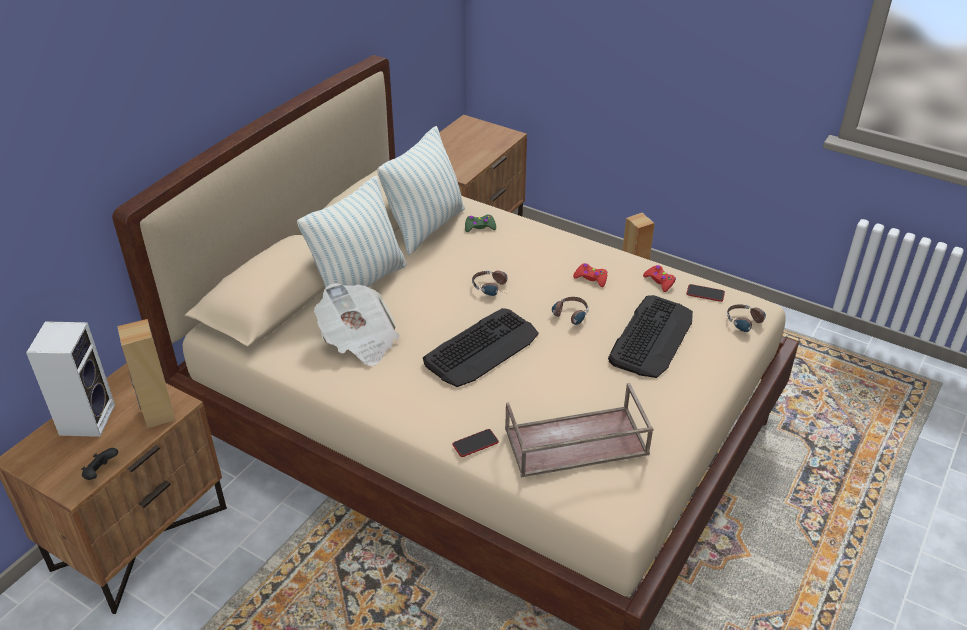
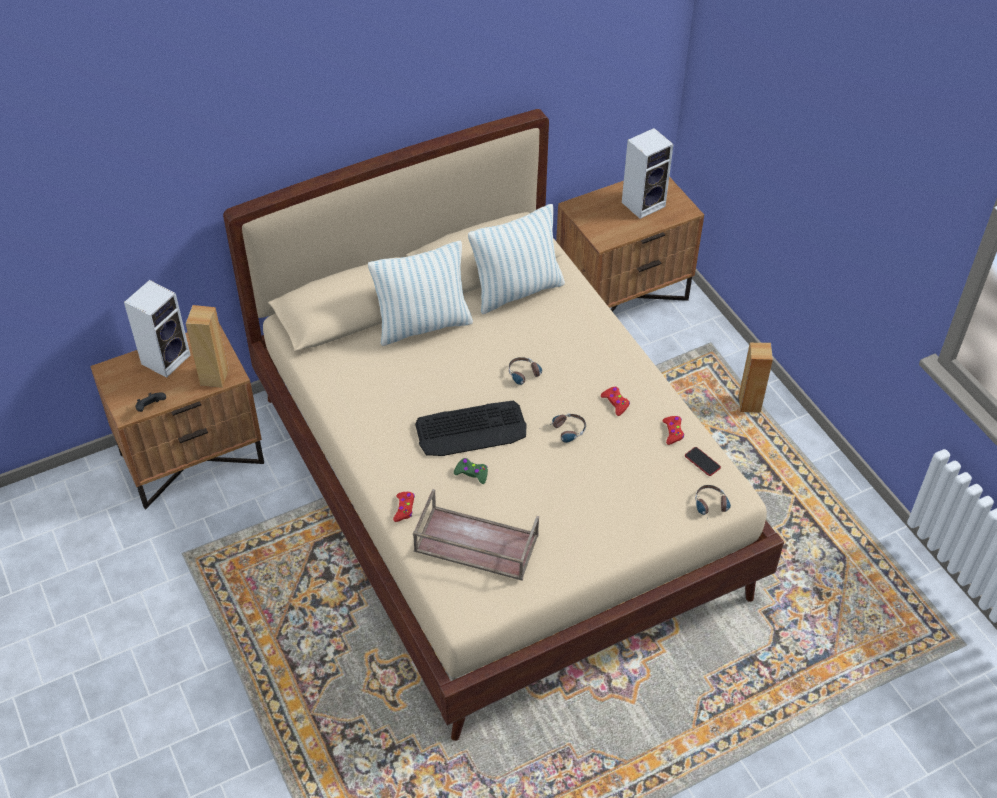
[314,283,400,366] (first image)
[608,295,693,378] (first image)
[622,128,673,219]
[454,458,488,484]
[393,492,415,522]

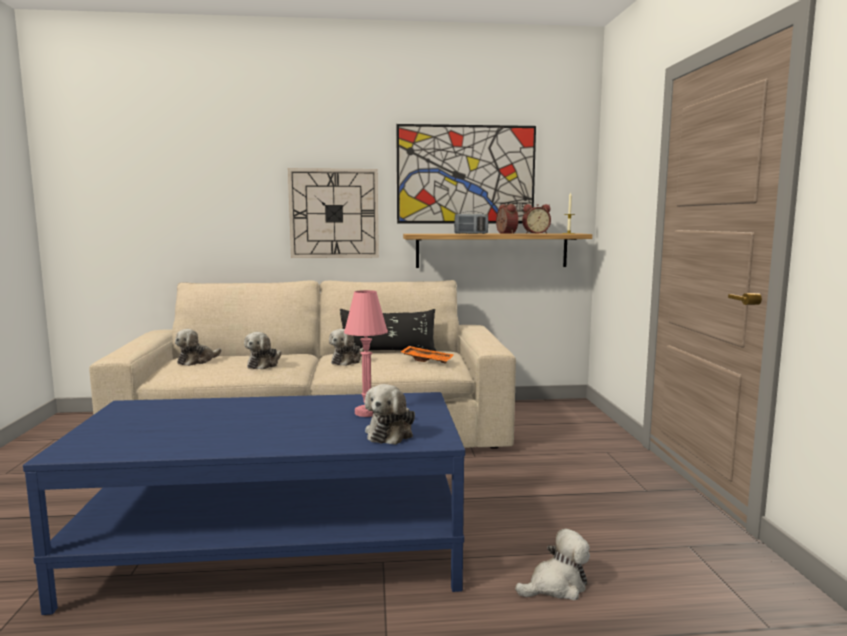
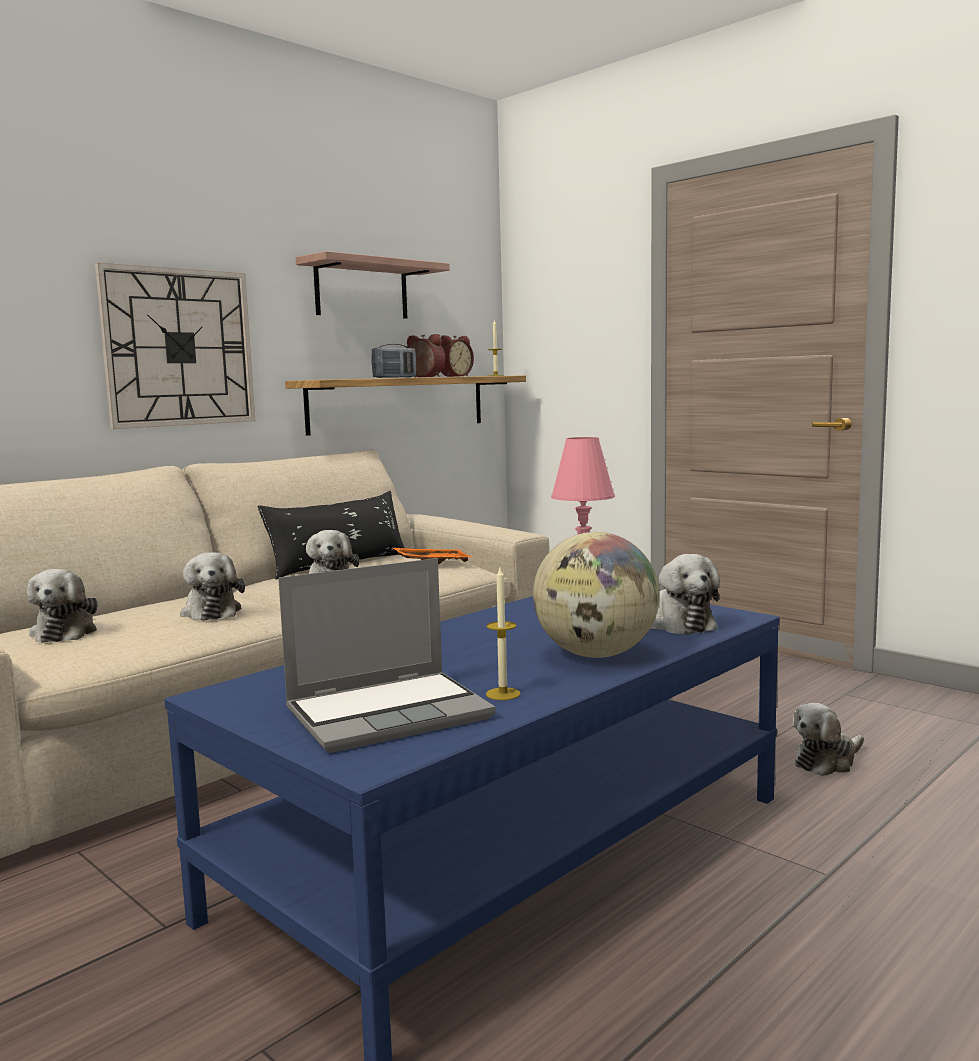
[278,558,495,753]
[486,568,520,700]
[533,532,660,658]
[296,251,450,319]
[792,703,864,776]

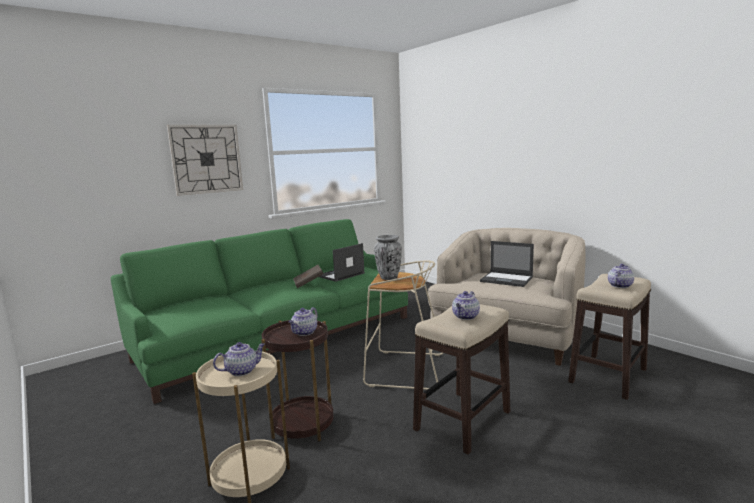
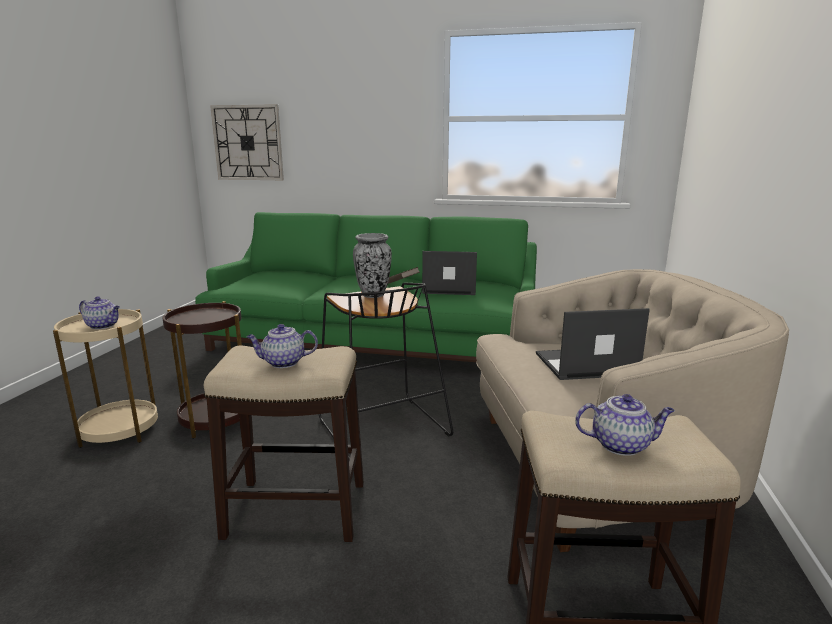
[288,307,318,336] (first image)
[210,104,284,180]
[319,282,453,460]
[536,308,650,380]

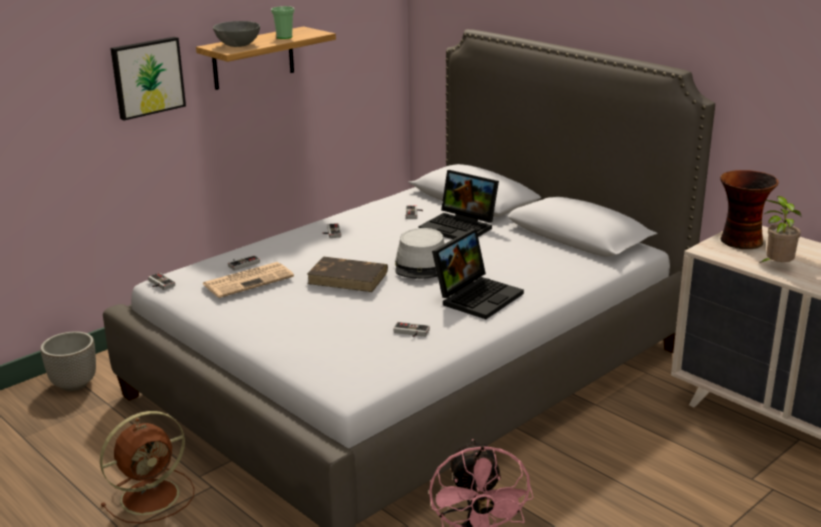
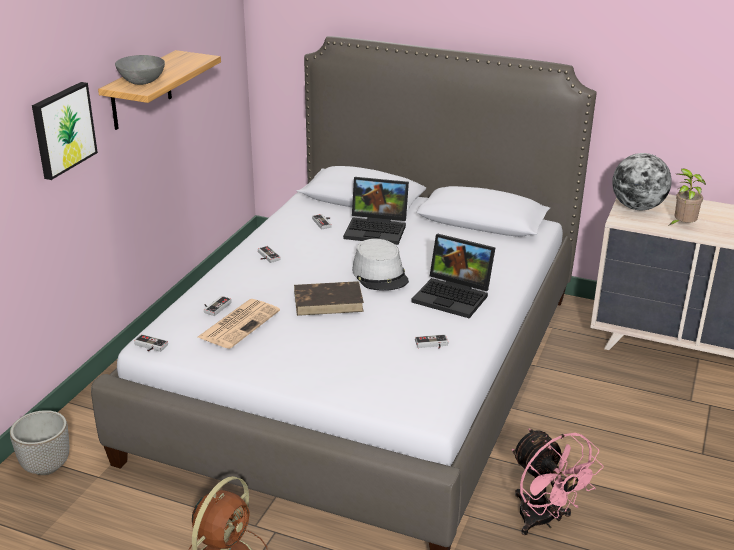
[271,6,295,39] (first image)
[612,153,672,210]
[411,234,496,318]

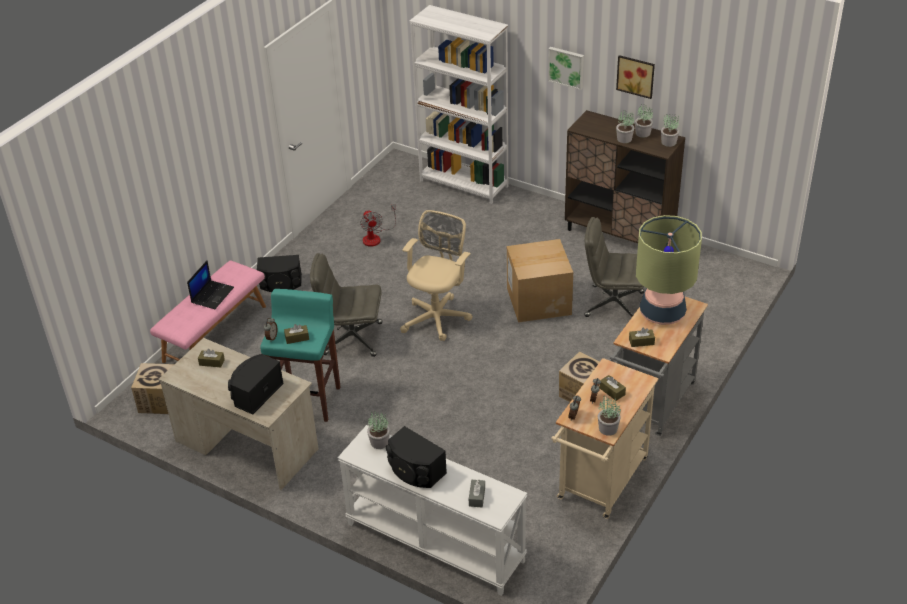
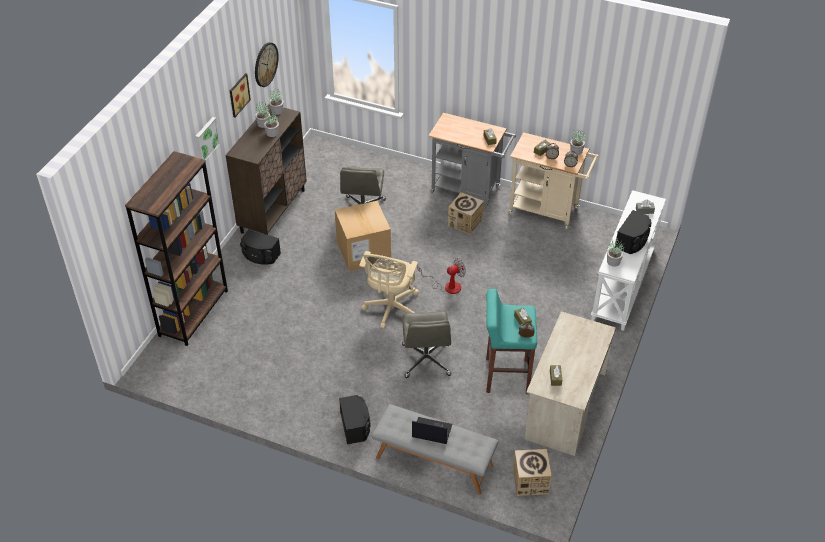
[636,215,702,325] (first image)
[255,42,279,87]
[240,229,281,265]
[418,258,466,294]
[372,404,498,495]
[125,151,228,346]
[359,251,419,329]

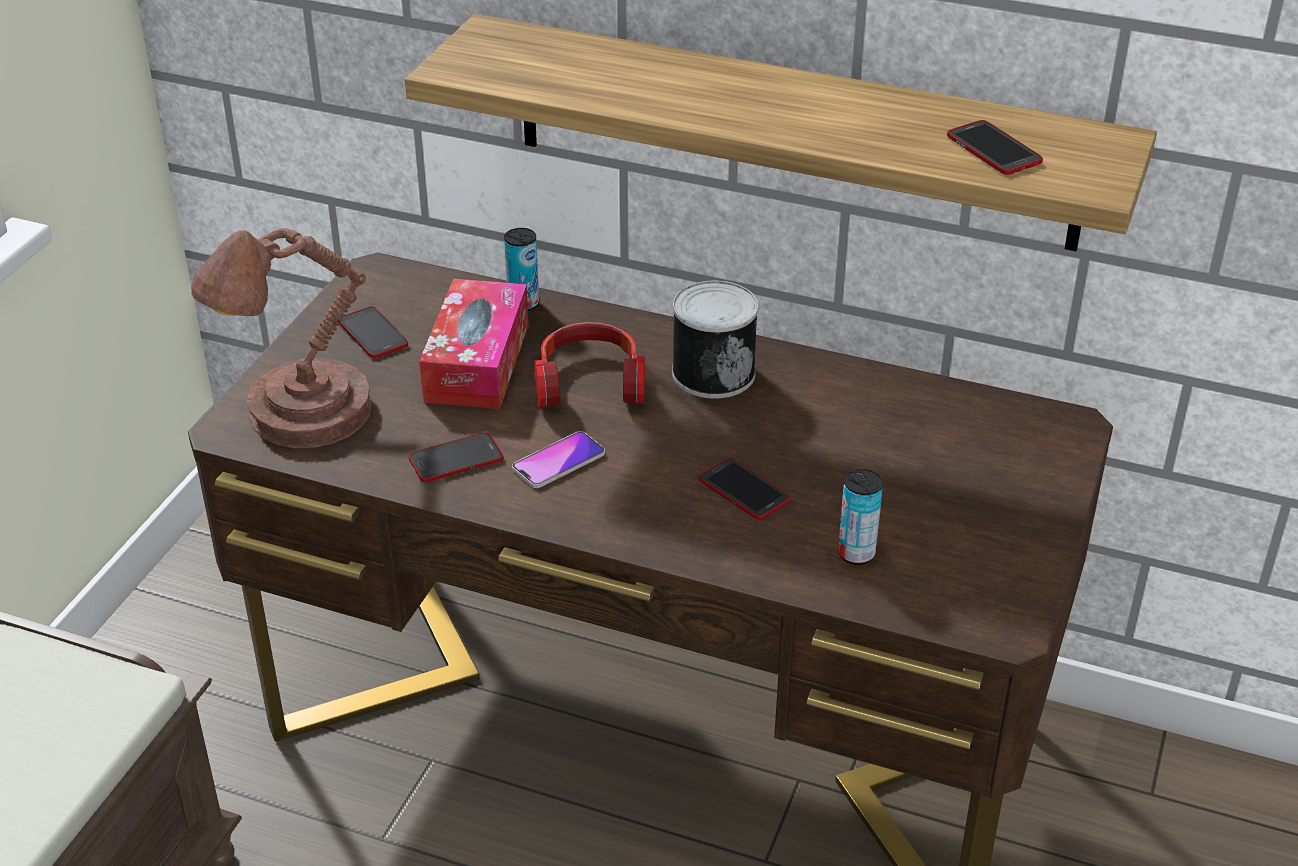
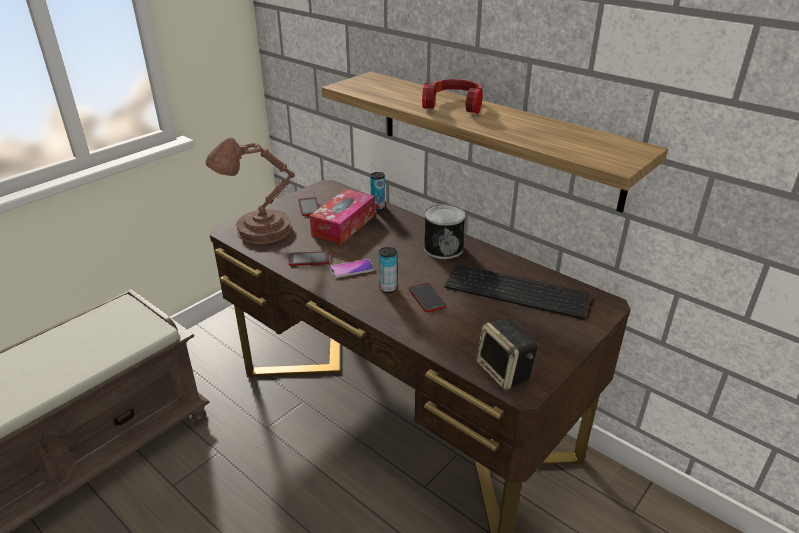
[947,120,1043,175] (first image)
[444,264,590,319]
[476,318,538,390]
[422,79,483,114]
[379,247,397,293]

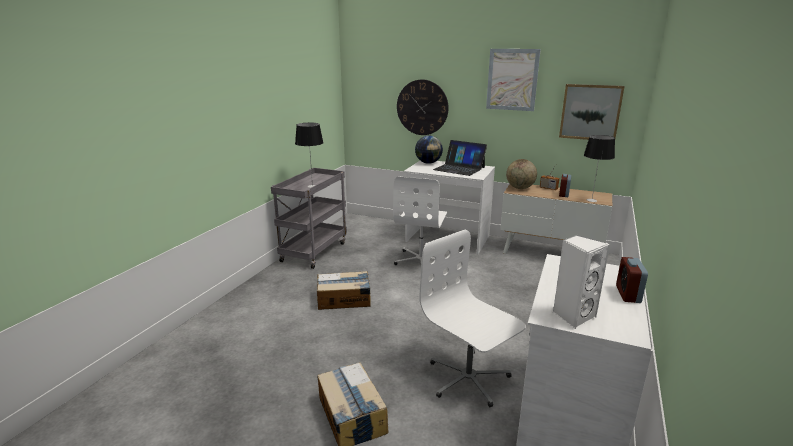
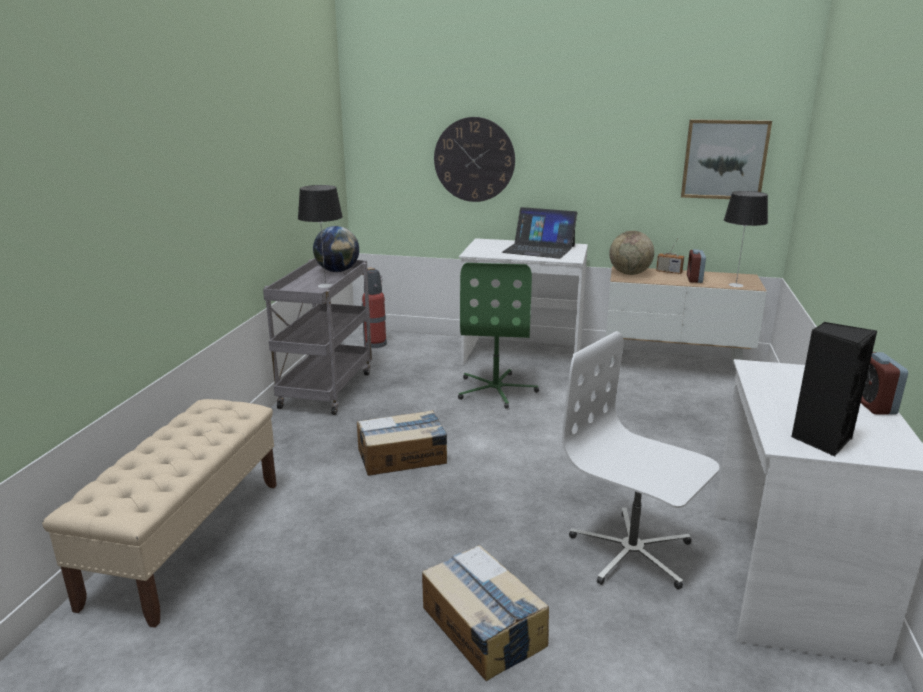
[486,49,541,111] (first image)
[42,399,277,628]
[362,268,387,348]
[313,226,359,272]
[458,263,539,409]
[791,322,877,456]

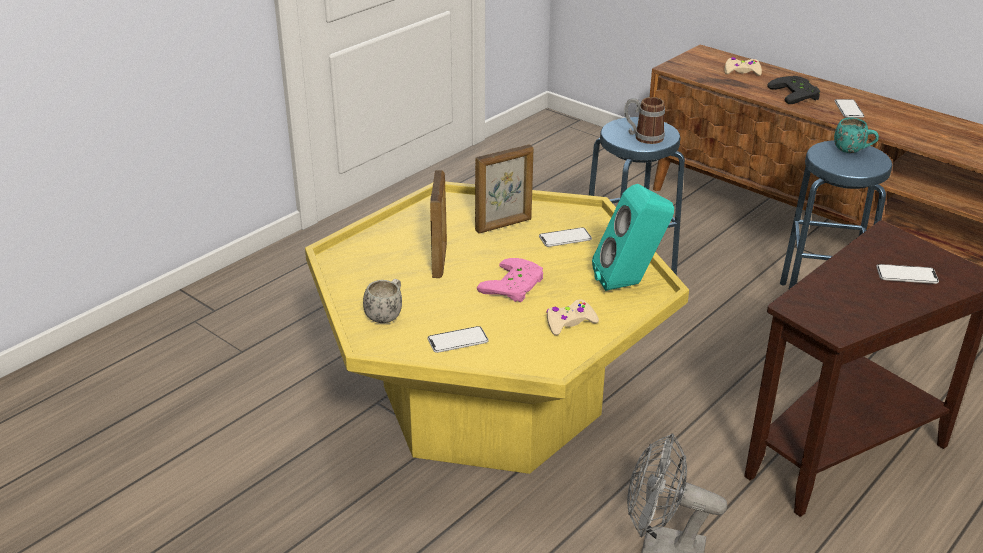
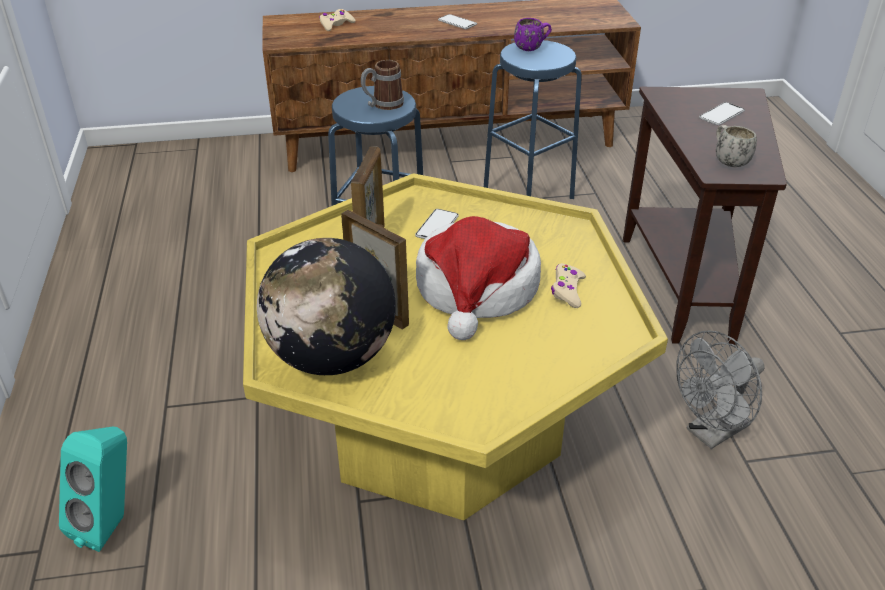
[427,326,489,353] (first image)
[767,76,820,104] (first image)
[257,238,396,375]
[716,125,757,167]
[59,427,127,552]
[416,216,541,340]
[514,18,552,51]

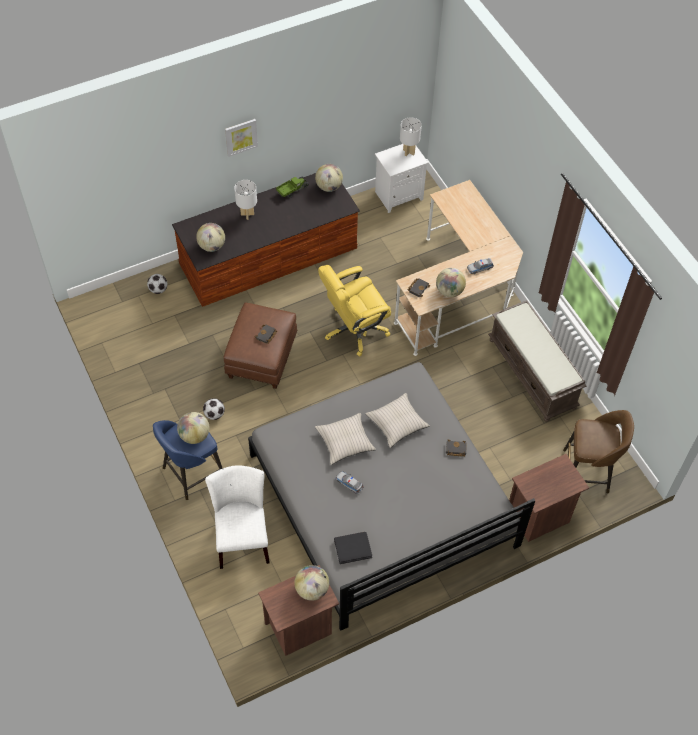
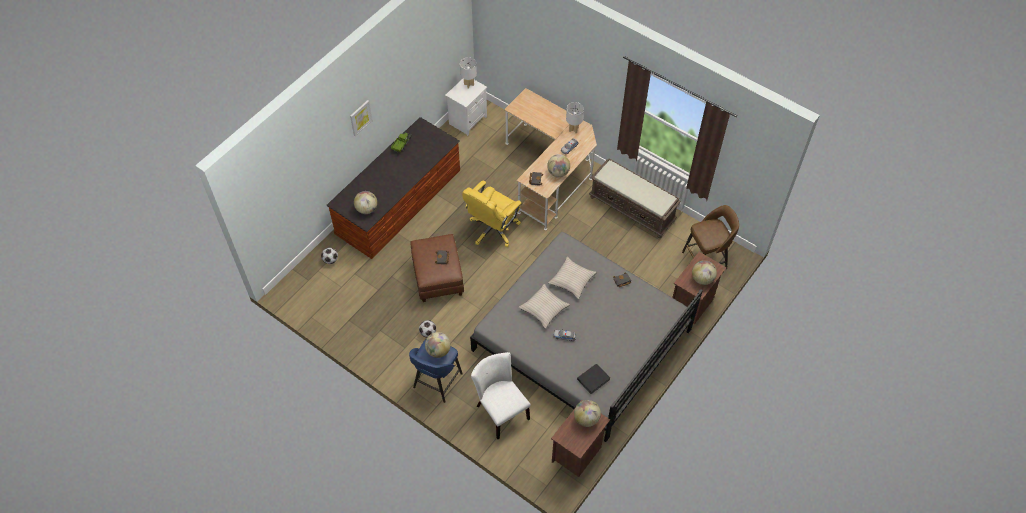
[566,102,584,133]
[692,260,717,285]

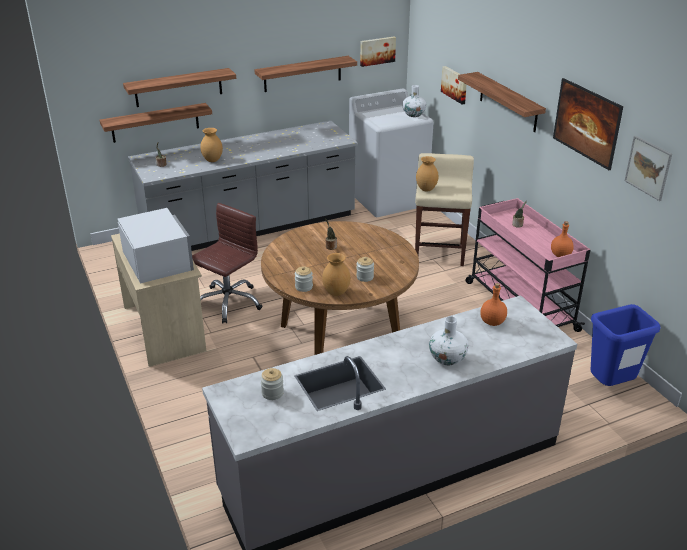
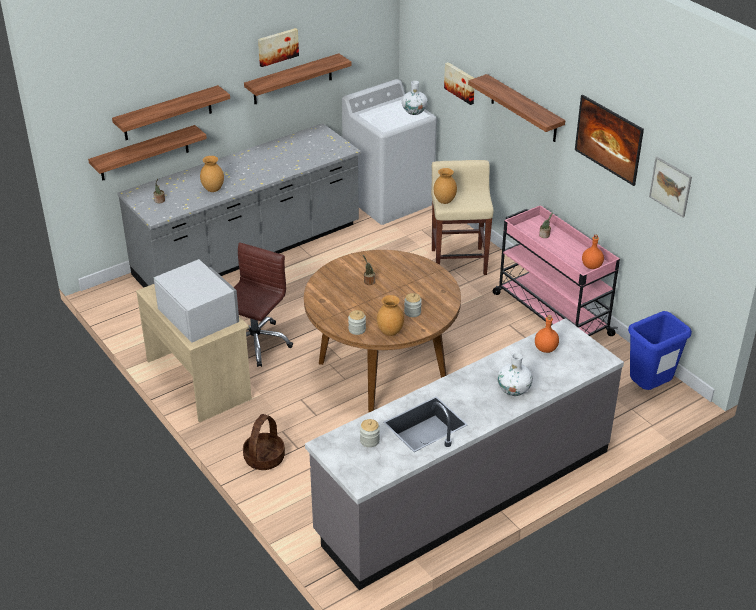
[243,414,285,470]
[258,28,299,67]

